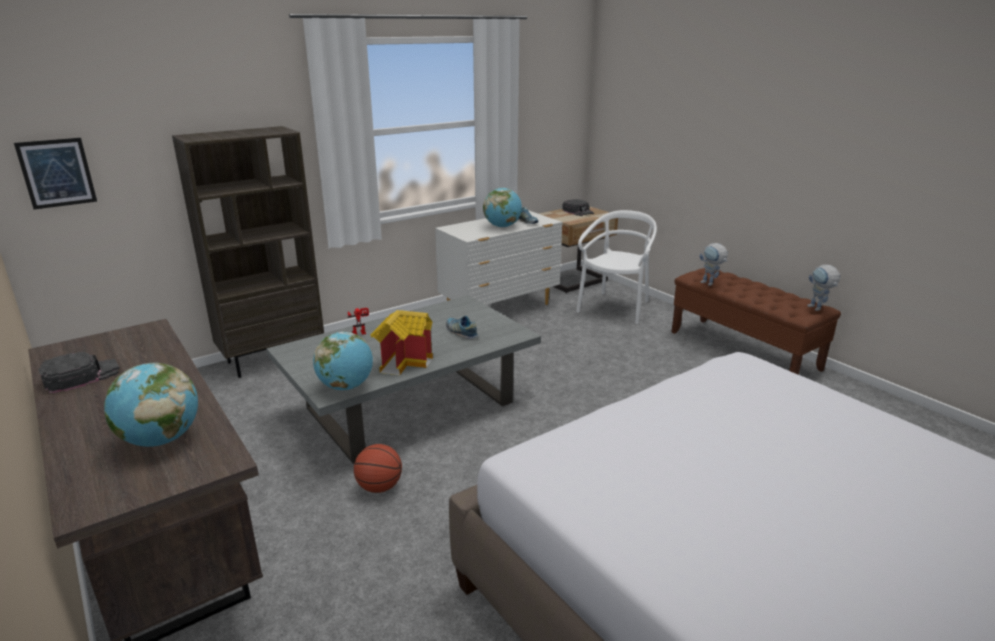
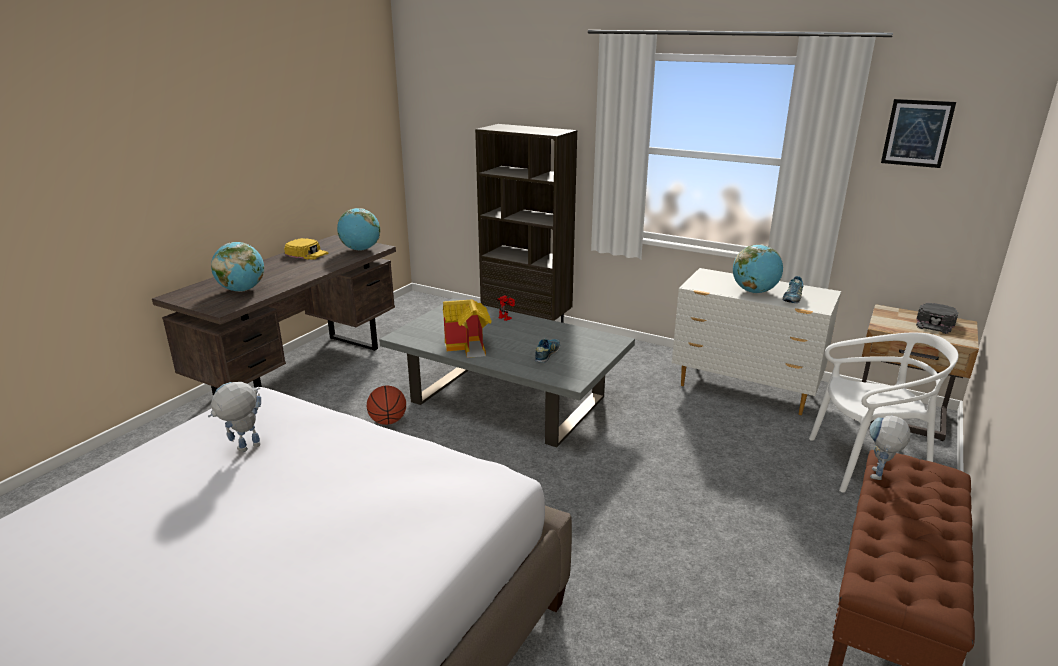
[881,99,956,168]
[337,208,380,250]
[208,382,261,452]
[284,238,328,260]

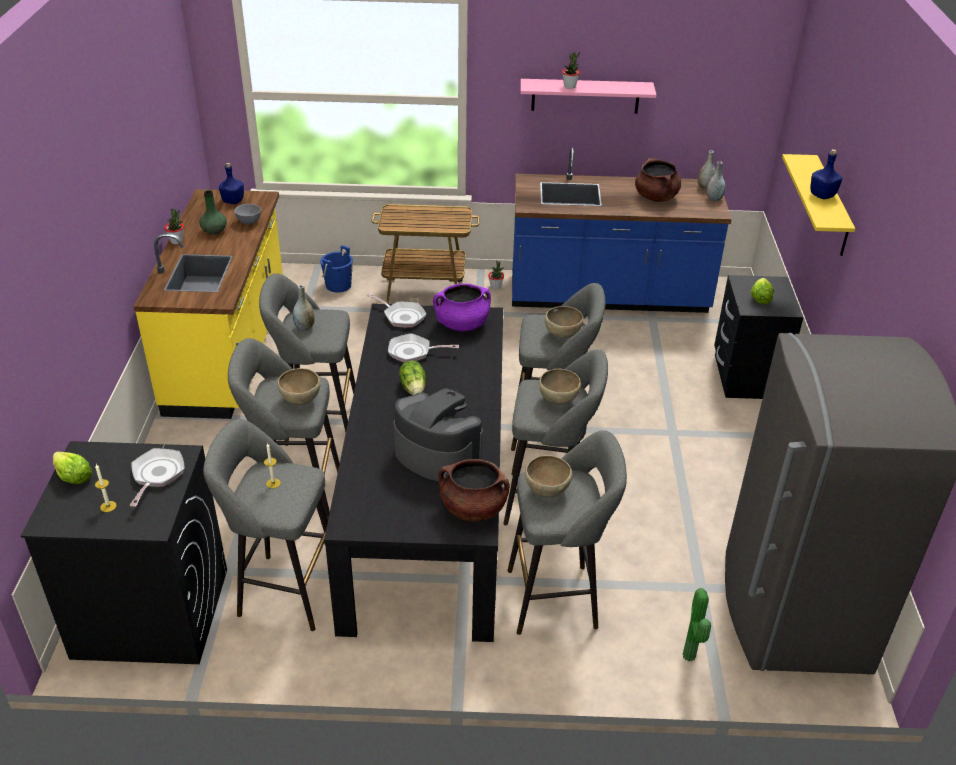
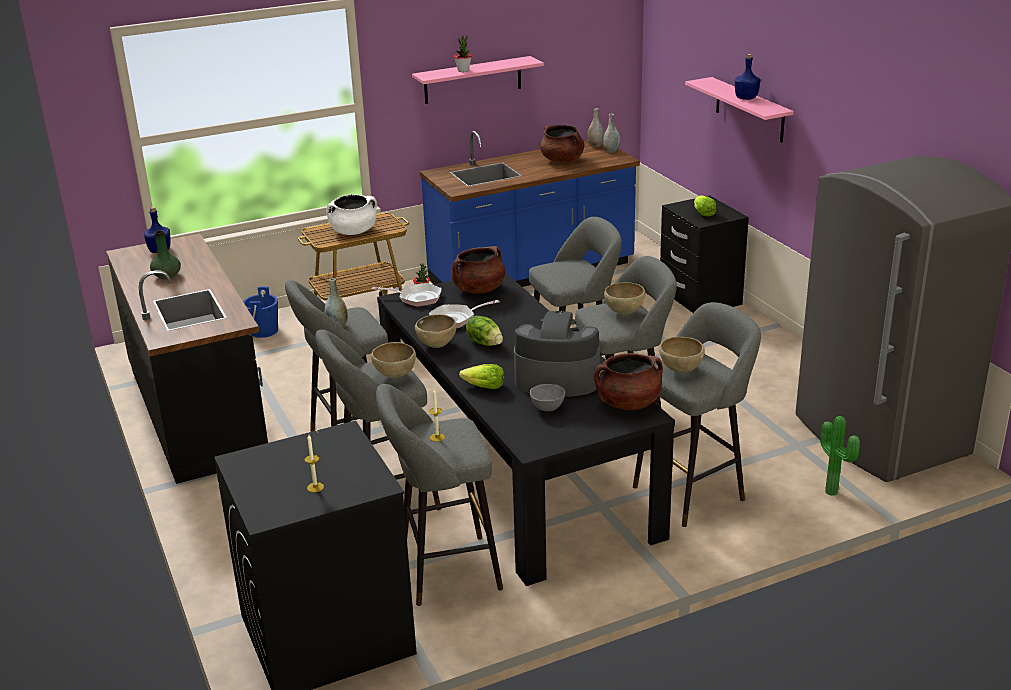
[129,448,185,507] (first image)
[164,208,184,244] (first image)
[326,194,377,235]
[459,364,504,389]
[530,384,565,412]
[415,314,457,348]
[106,234,268,484]
[451,246,505,294]
[685,77,794,142]

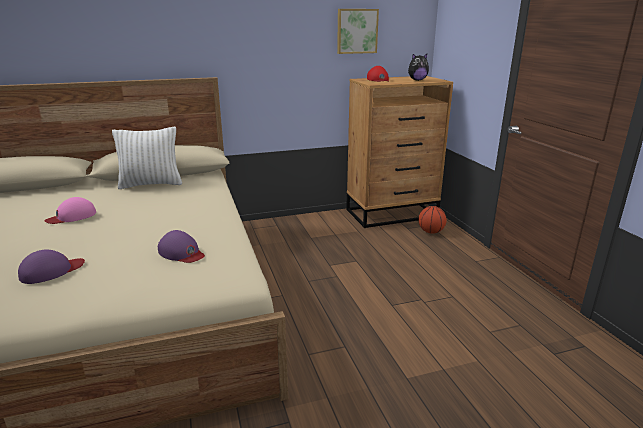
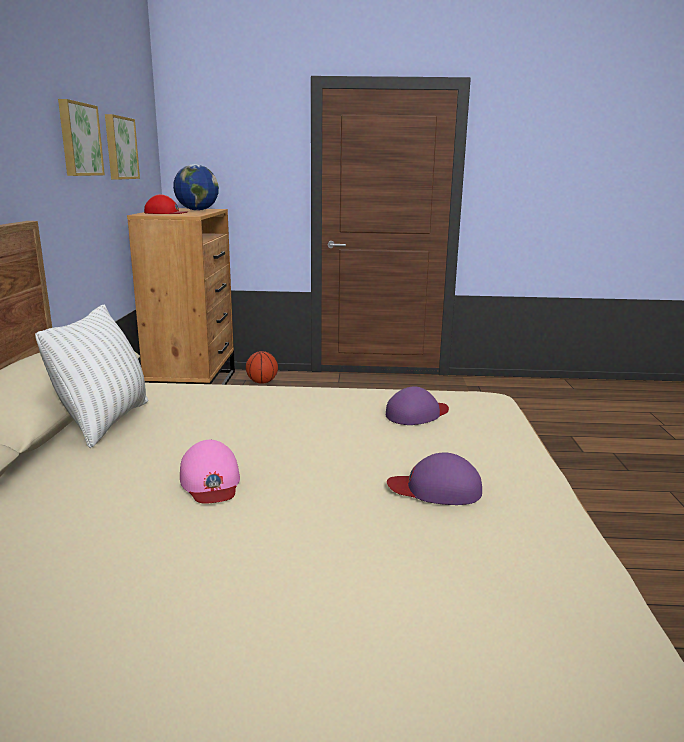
[58,99,105,176]
[173,164,219,211]
[387,452,482,505]

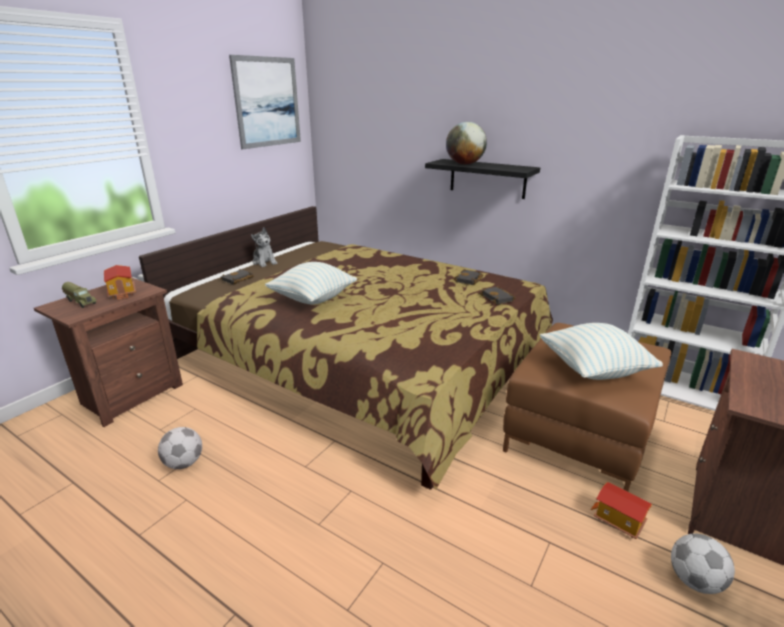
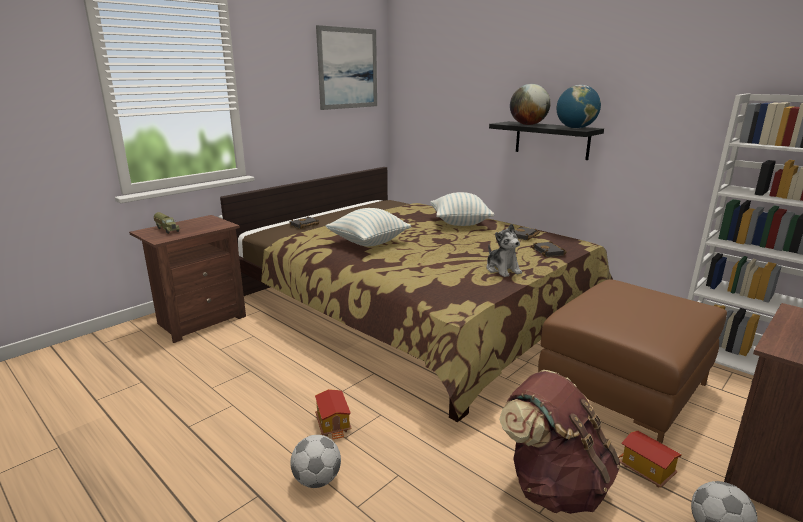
[499,370,620,514]
[557,85,601,129]
[315,389,352,439]
[290,435,341,488]
[487,223,522,277]
[431,192,494,226]

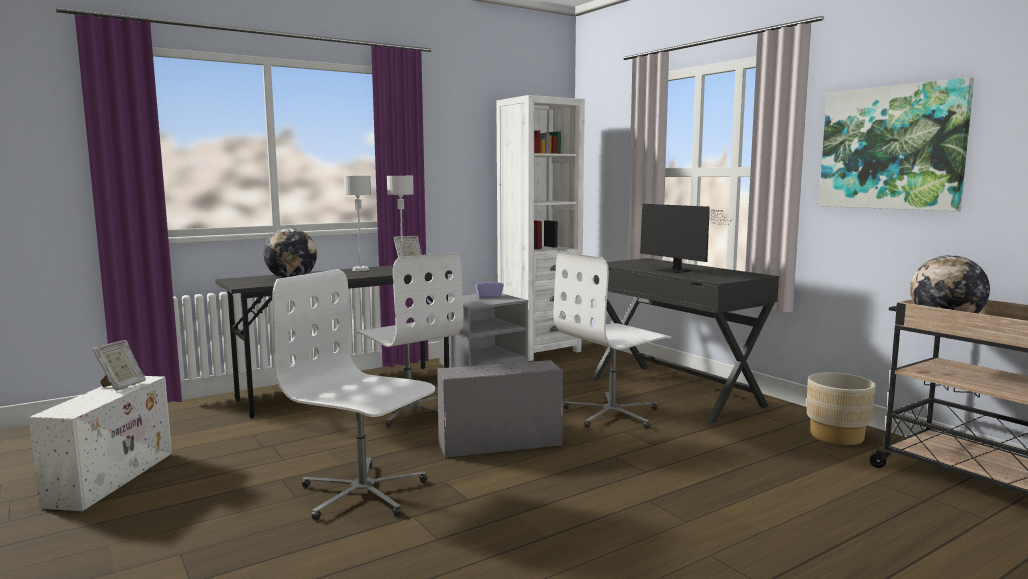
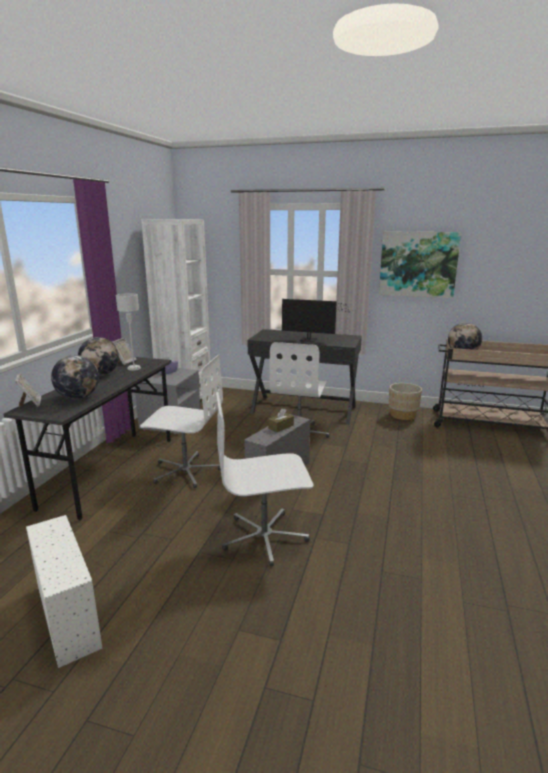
[268,408,294,432]
[15,373,41,408]
[78,337,119,376]

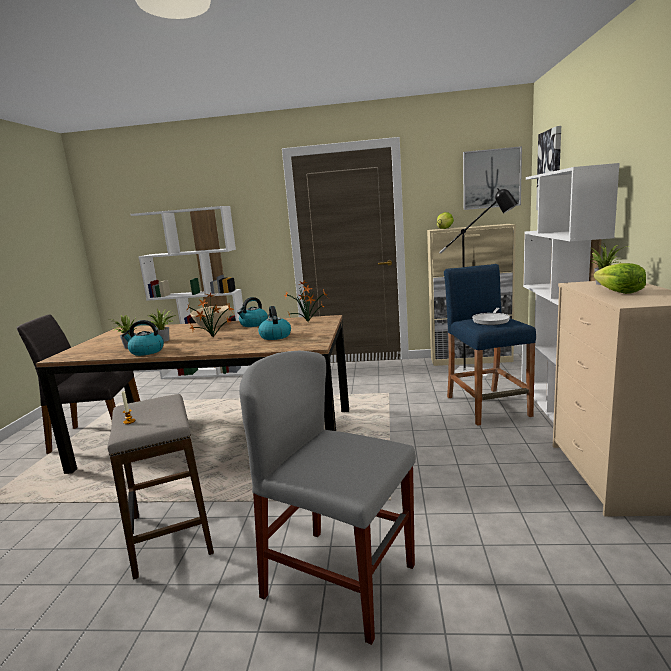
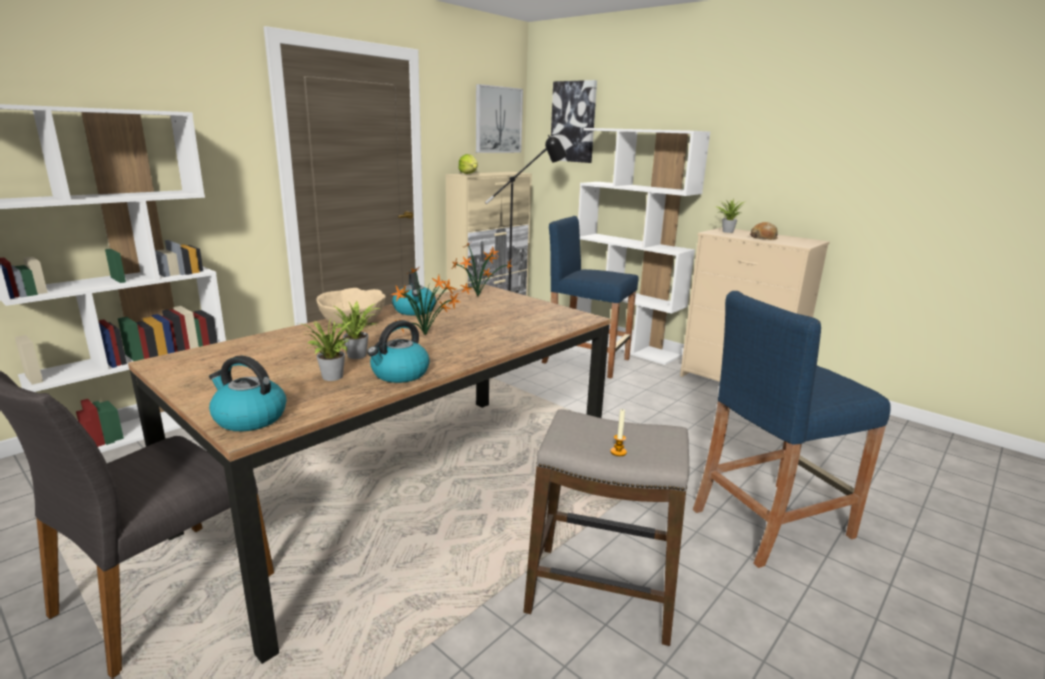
[472,308,510,325] (first image)
[209,356,286,431]
[693,291,891,568]
[750,222,778,240]

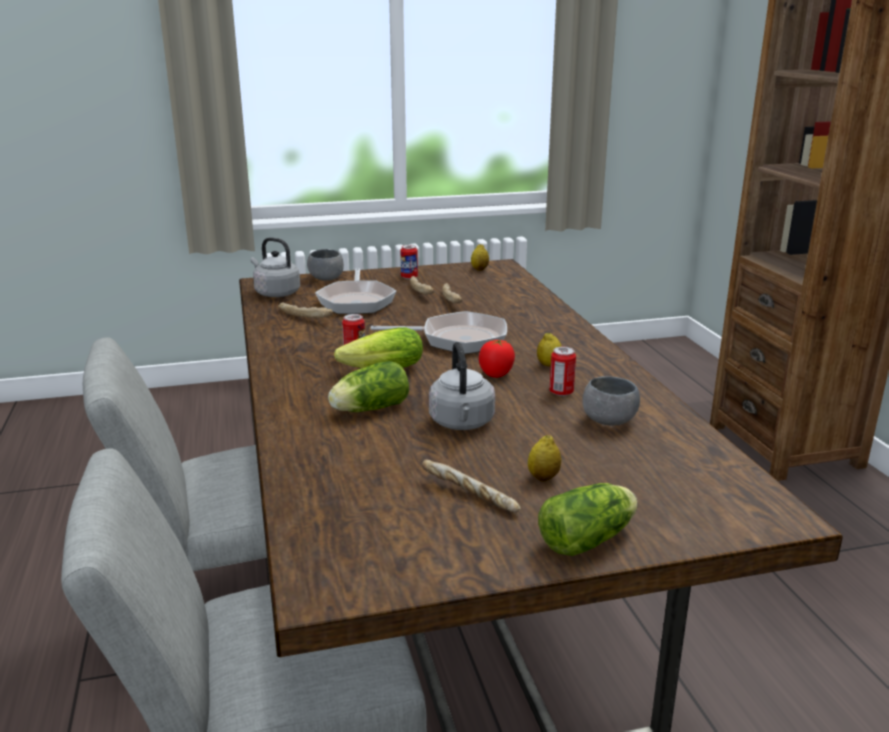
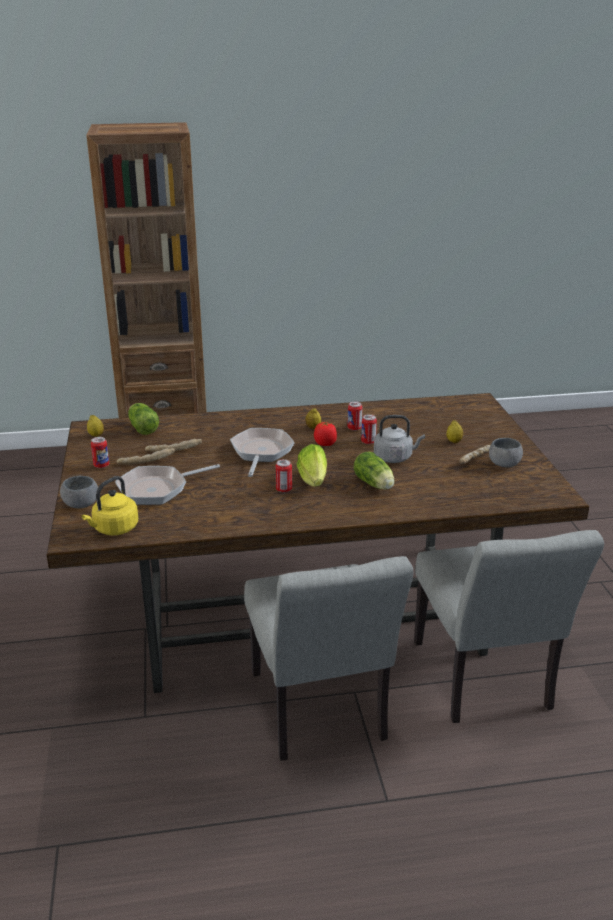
[278,303,333,318] (first image)
[361,414,377,444]
[128,403,159,435]
[489,438,523,468]
[82,476,138,536]
[115,464,220,505]

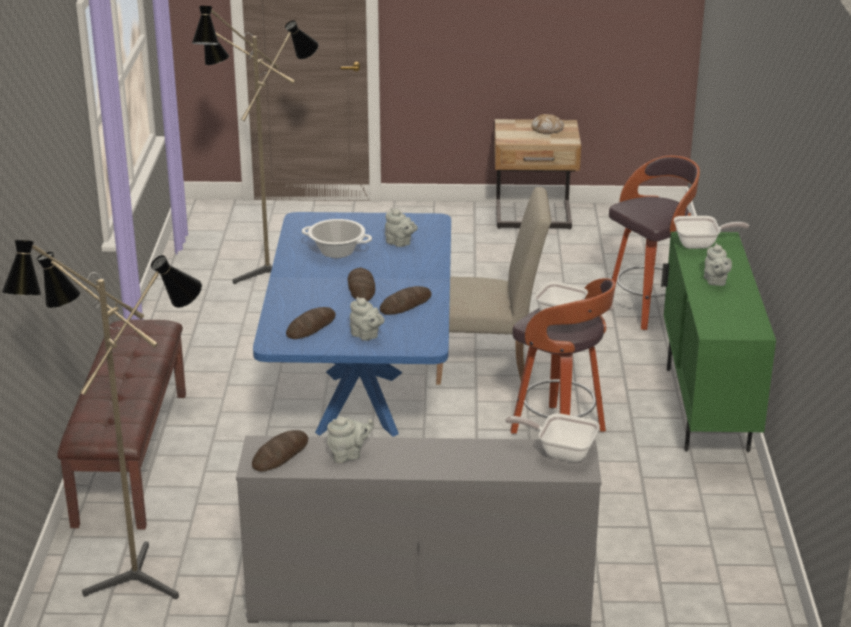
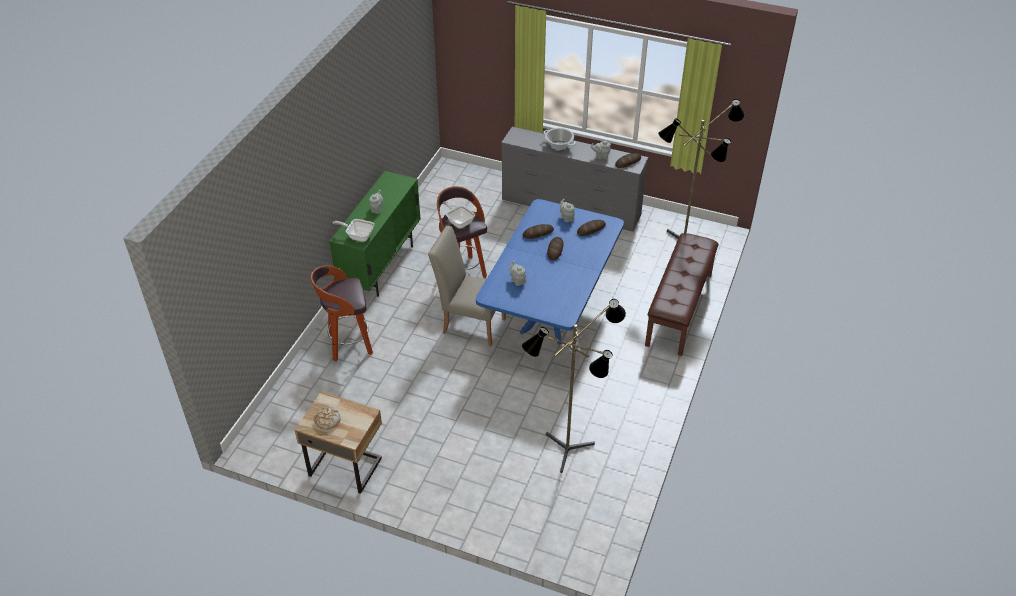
[505,413,600,462] (first image)
[543,128,576,150]

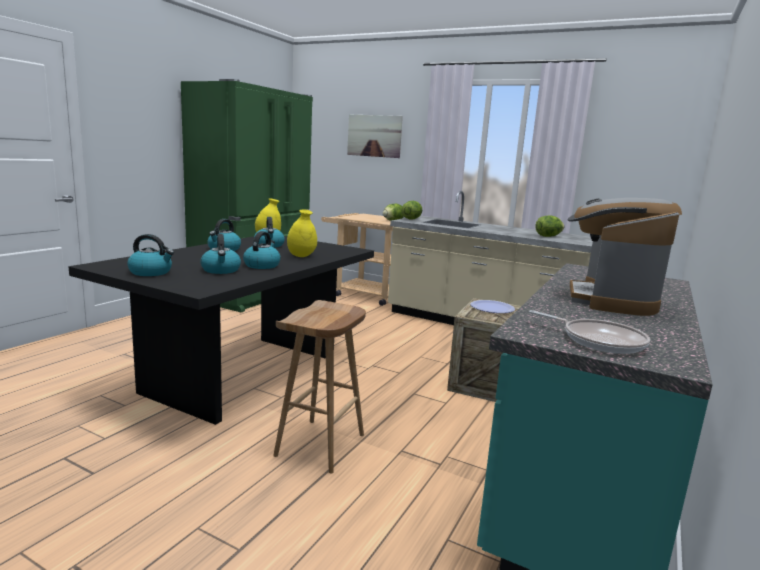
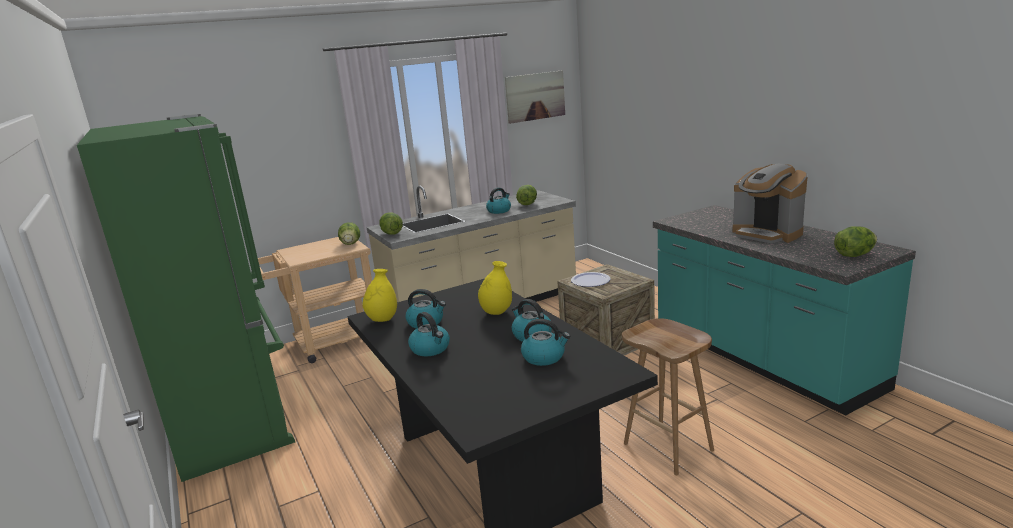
[486,188,511,214]
[505,70,565,124]
[834,226,877,257]

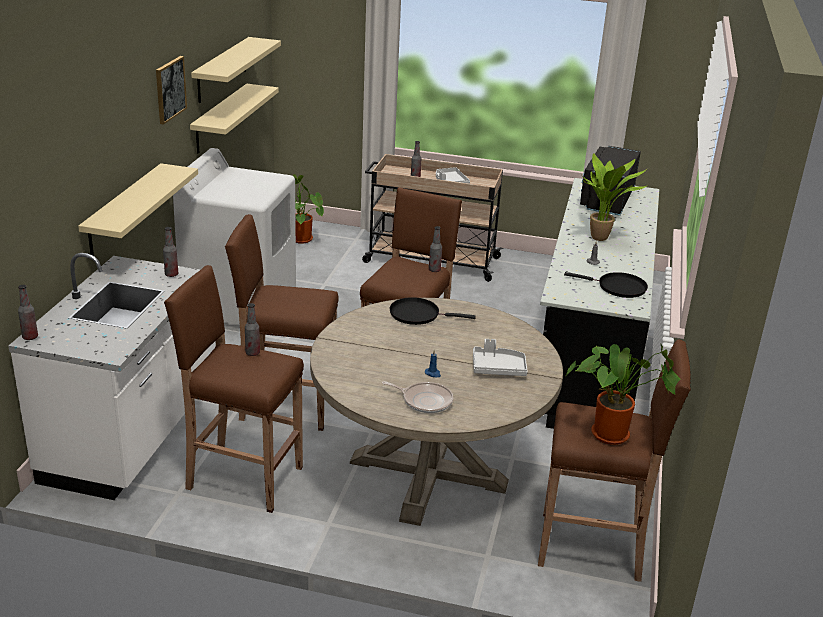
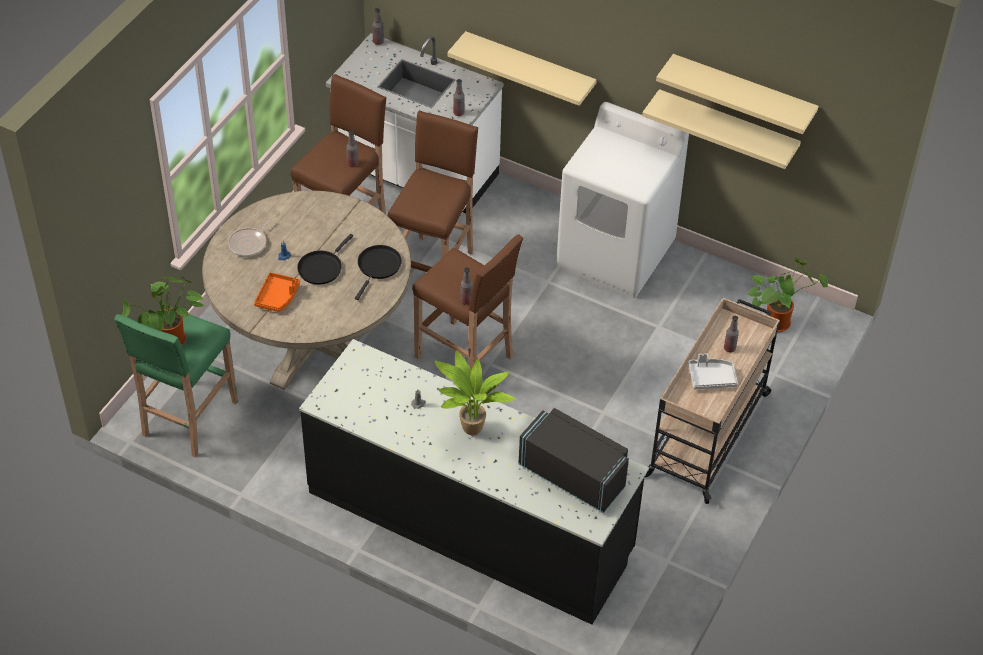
[156,56,187,125] (first image)
[297,234,353,285]
[254,272,300,312]
[114,307,238,458]

